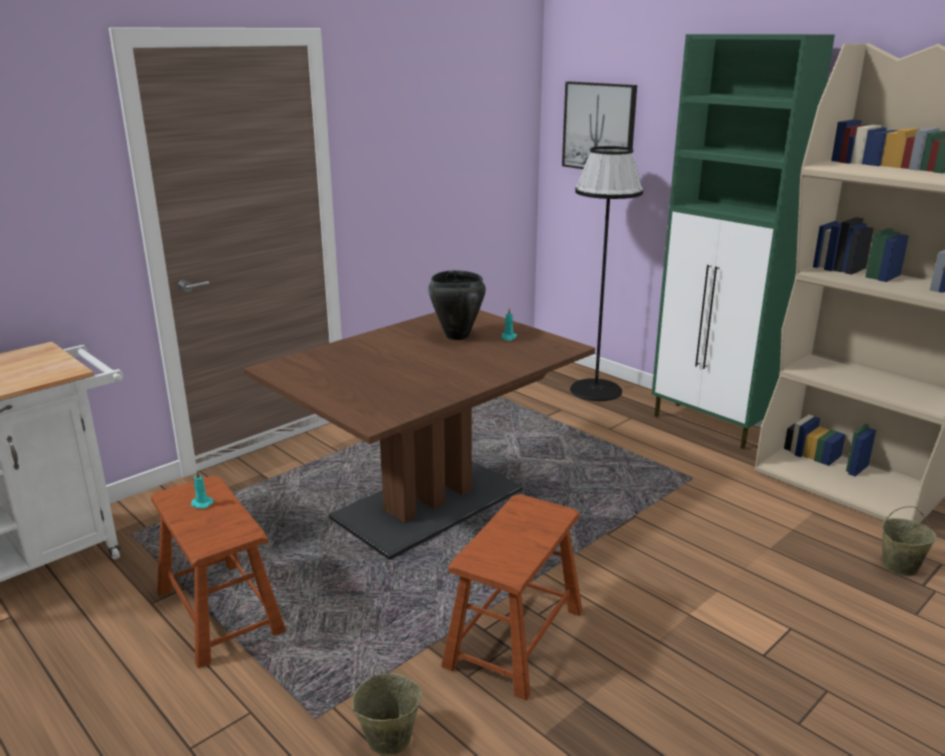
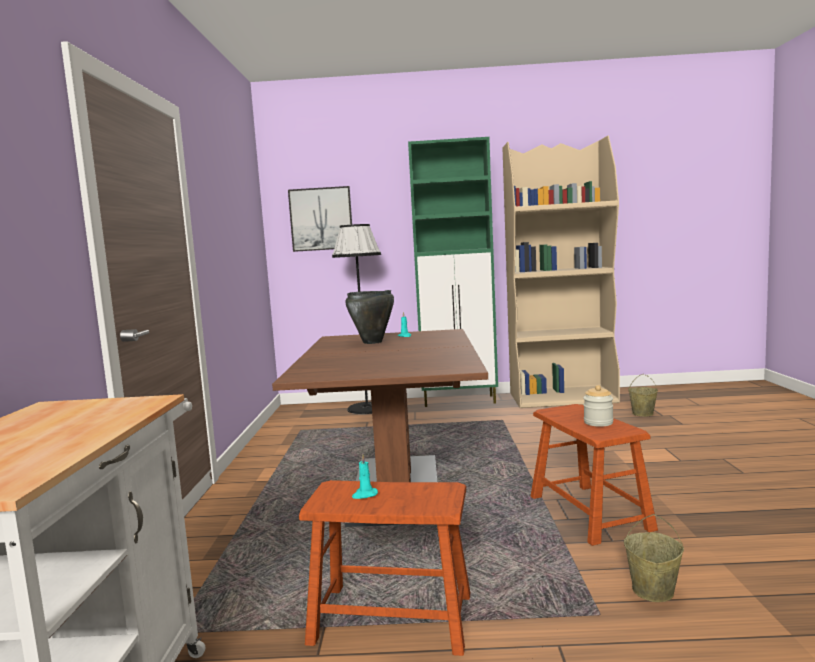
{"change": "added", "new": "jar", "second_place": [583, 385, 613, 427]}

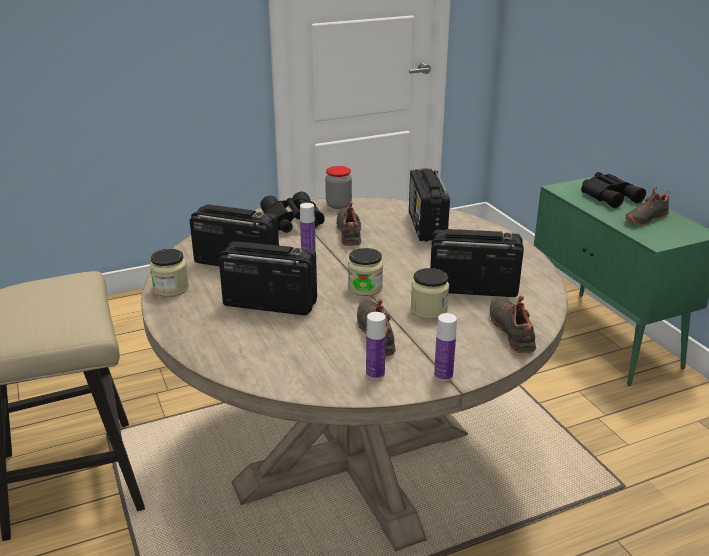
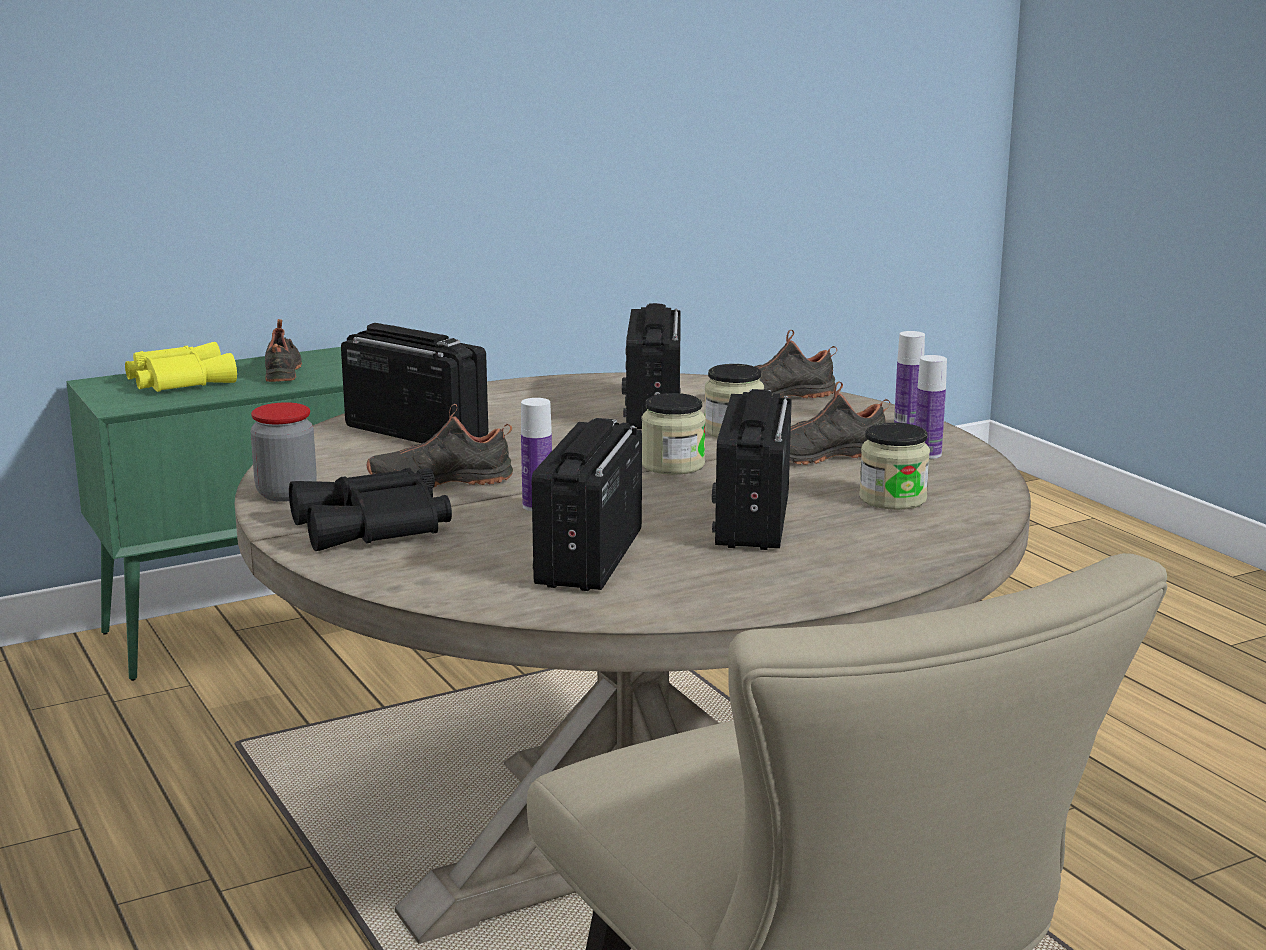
{"change": "recoloured", "old": "binoculars/black", "new": "binoculars/yellow", "first_place": [581, 172, 646, 208], "second_place": [125, 342, 237, 392]}
{"change": "turned", "old": "shoe/black", "first_place": [626, 187, 671, 225], "second_place": [265, 319, 302, 382], "degrees": -150}
{"change": "turned", "old": "radio", "first_place": [409, 168, 450, 242], "second_place": [341, 323, 488, 443], "degrees": -135}
{"change": "moved", "old": "jar", "first_place": [150, 249, 189, 297], "second_place": [859, 423, 930, 510]}

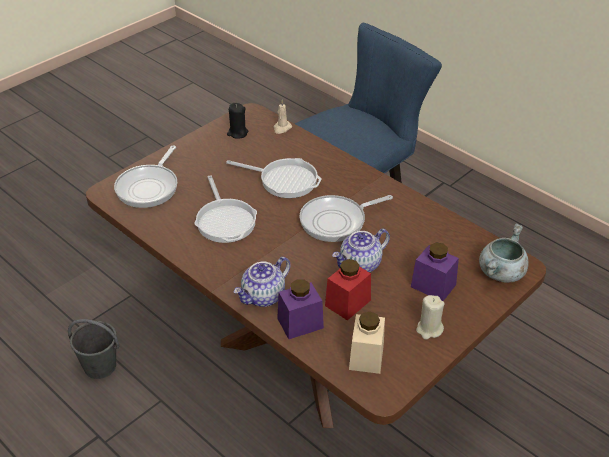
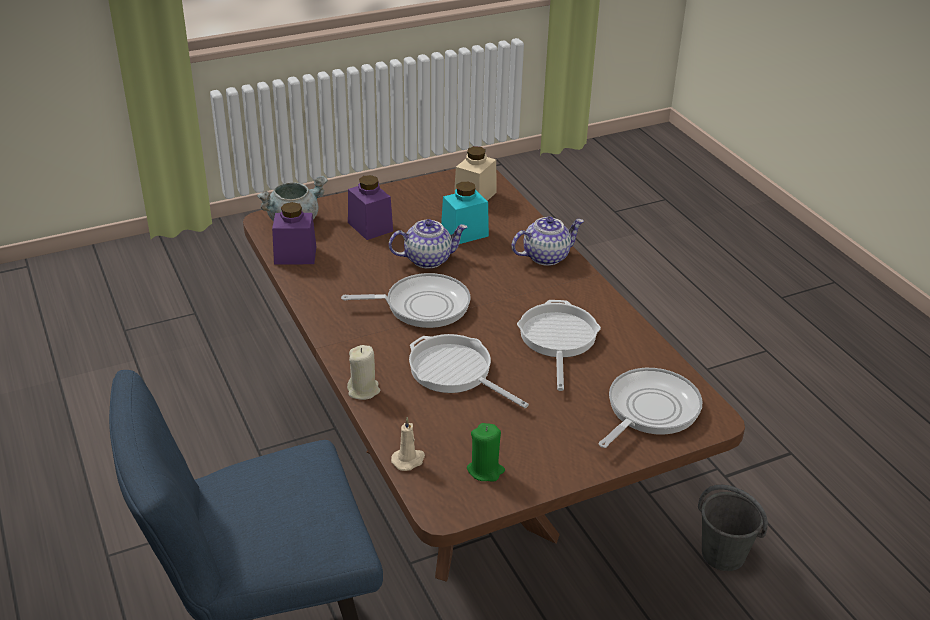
{"change": "moved", "old": "jar/purple", "first_place": [277, 279, 324, 339], "second_place": [272, 202, 316, 265]}
{"change": "moved", "old": "candle/beige", "first_place": [416, 295, 444, 340], "second_place": [347, 345, 380, 400]}
{"change": "recoloured", "old": "jar/red", "new": "jar/turquoise", "first_place": [325, 259, 371, 320], "second_place": [441, 182, 489, 244]}
{"change": "recoloured", "old": "candle/black", "new": "candle/green", "first_place": [227, 103, 248, 139], "second_place": [467, 423, 505, 481]}

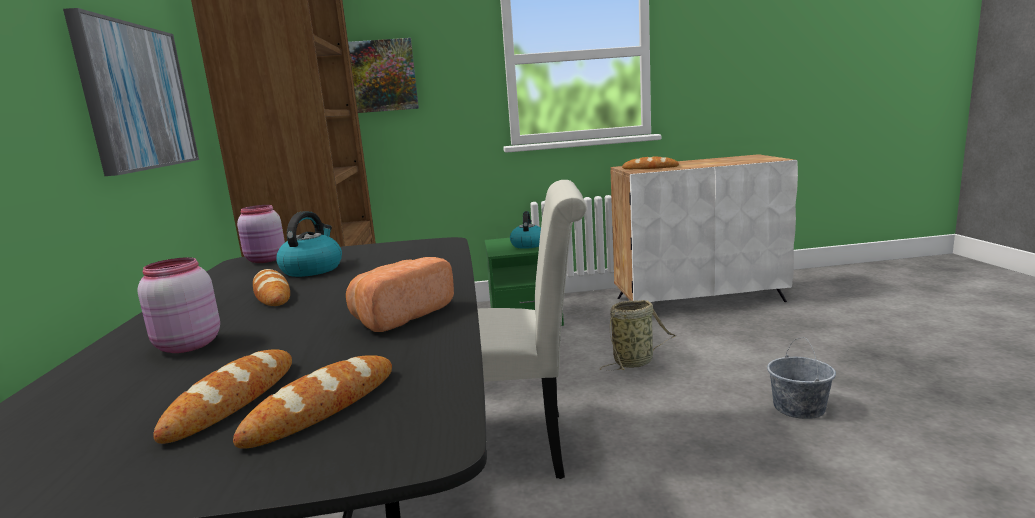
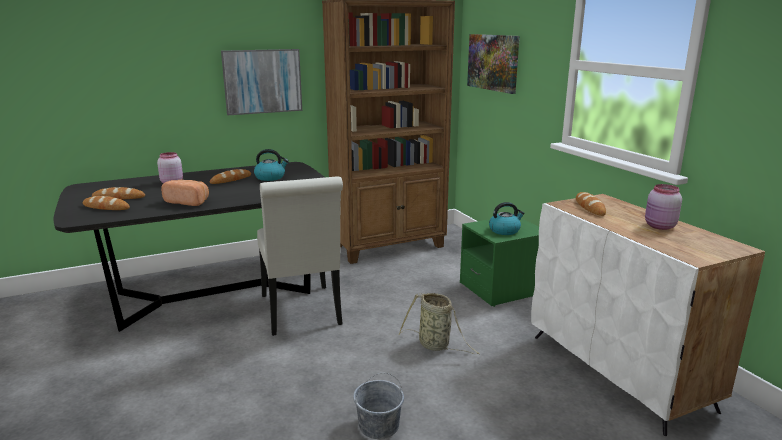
{"change": "moved", "old": "jar/pink", "first_place": [237, 205, 285, 263], "second_place": [645, 184, 682, 230]}

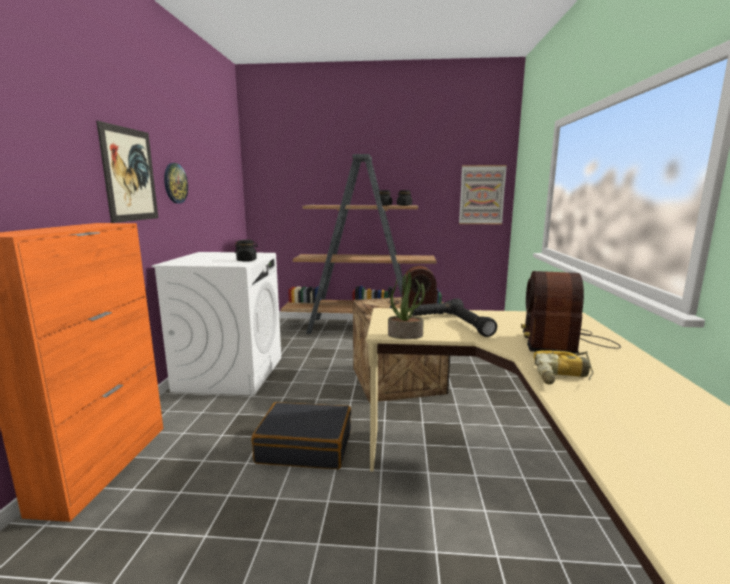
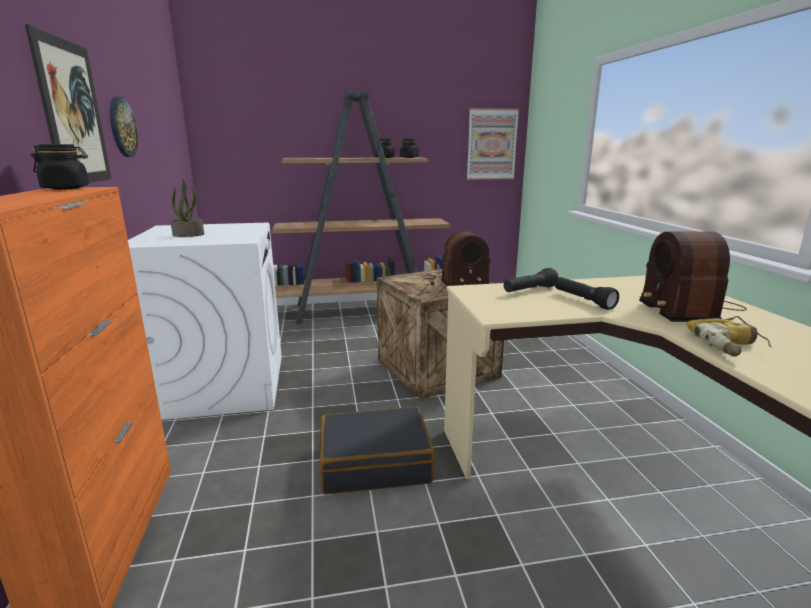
{"change": "moved", "old": "jar/black", "first_place": [235, 240, 258, 262], "second_place": [31, 144, 89, 190]}
{"change": "moved", "old": "potted plant", "first_place": [388, 272, 425, 339], "second_place": [170, 179, 204, 237]}

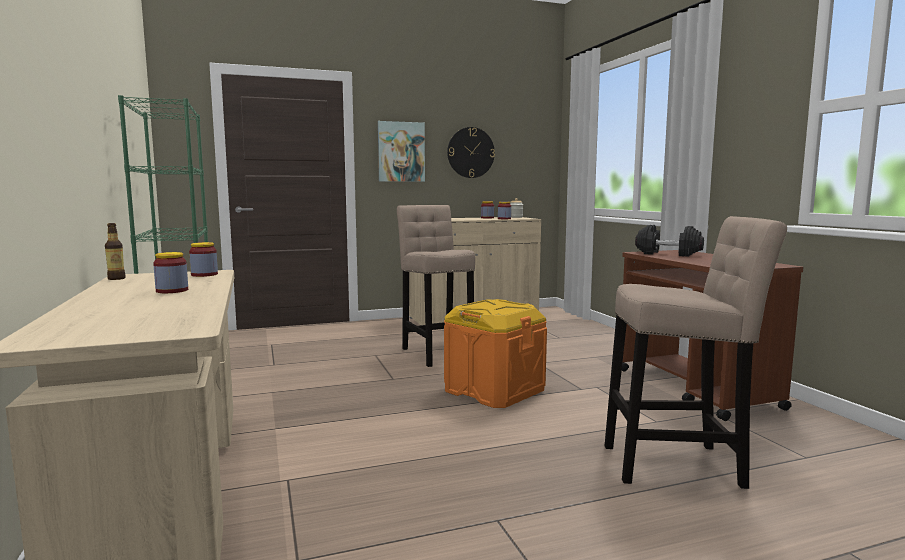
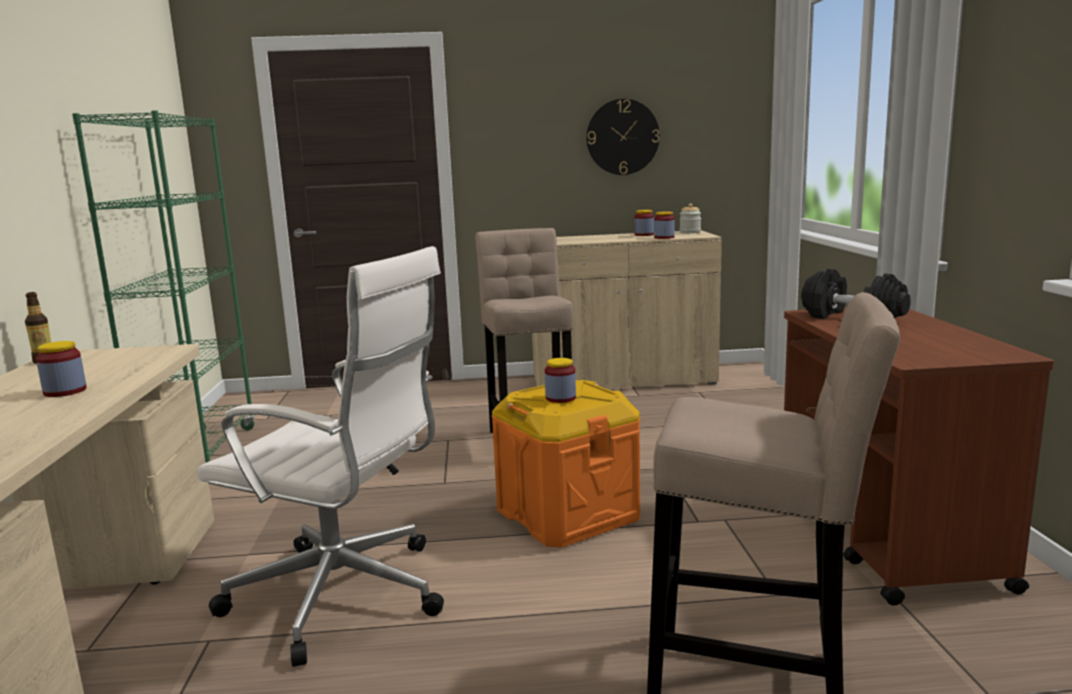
{"change": "added", "new": "office chair/white", "second_place": [197, 246, 444, 667]}
{"change": "moved", "old": "jar", "first_place": [189, 242, 218, 277], "second_place": [545, 358, 576, 403]}
{"change": "removed", "old": "picture", "first_place": [378, 121, 425, 182]}

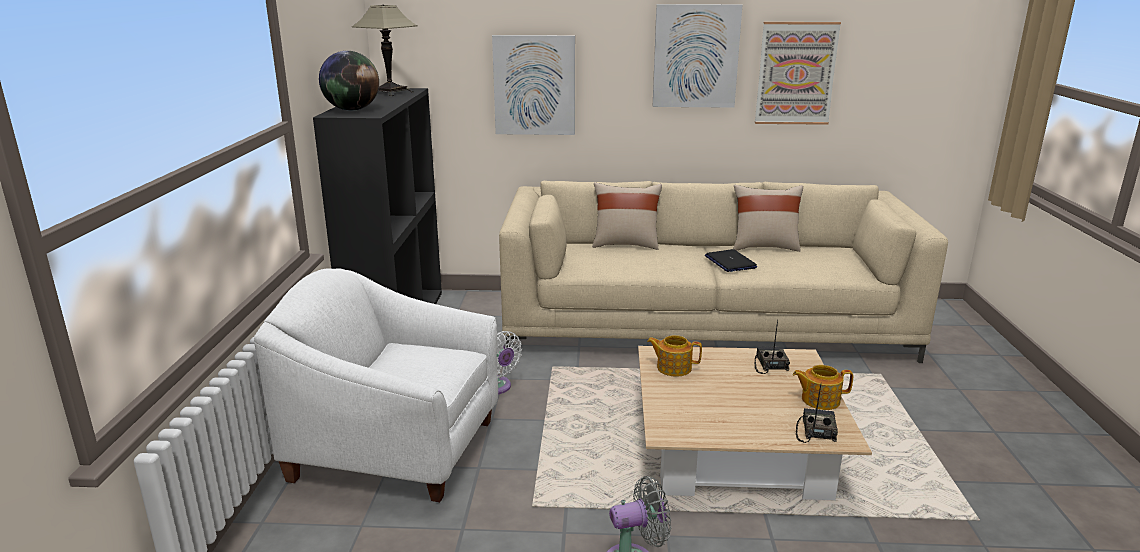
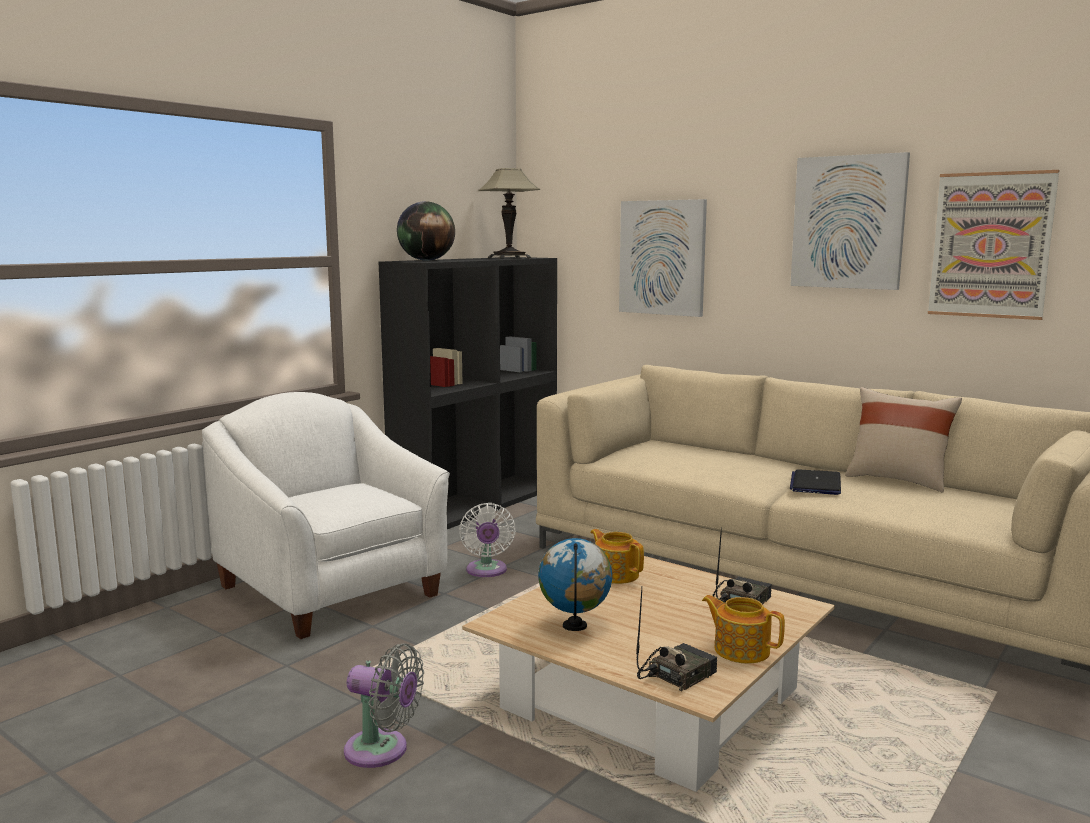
{"change": "added", "new": "globe", "second_place": [538, 538, 612, 631]}
{"change": "removed", "old": "pillow/beige", "first_place": [592, 182, 662, 250]}

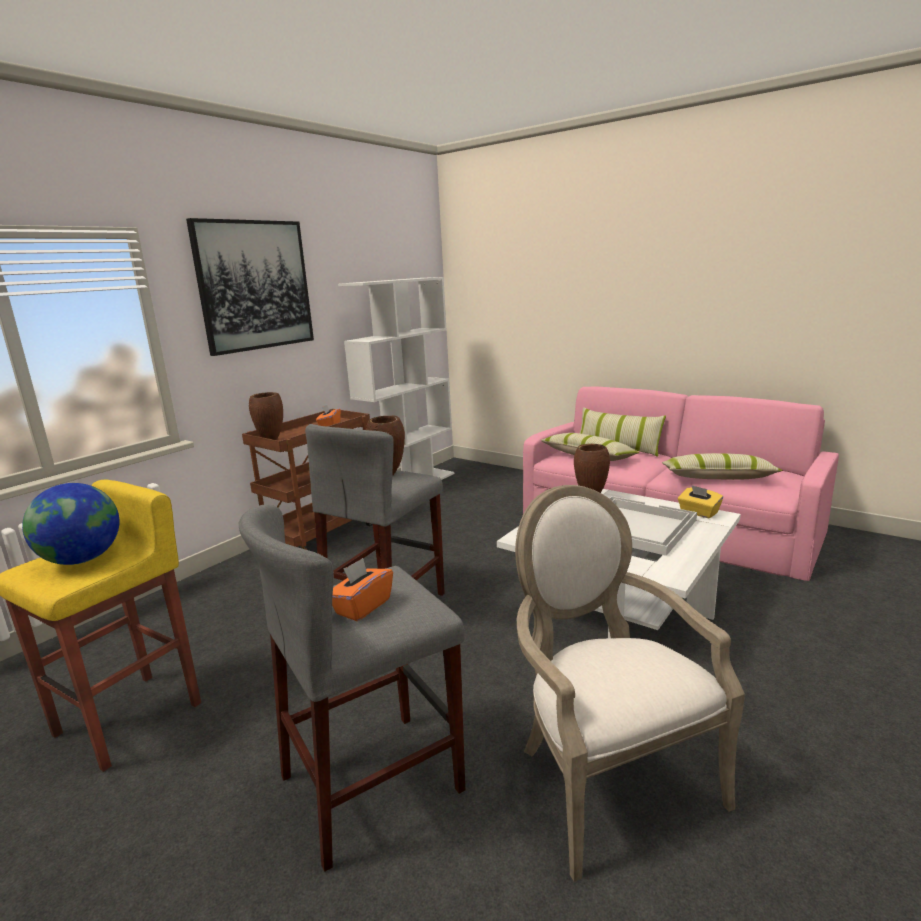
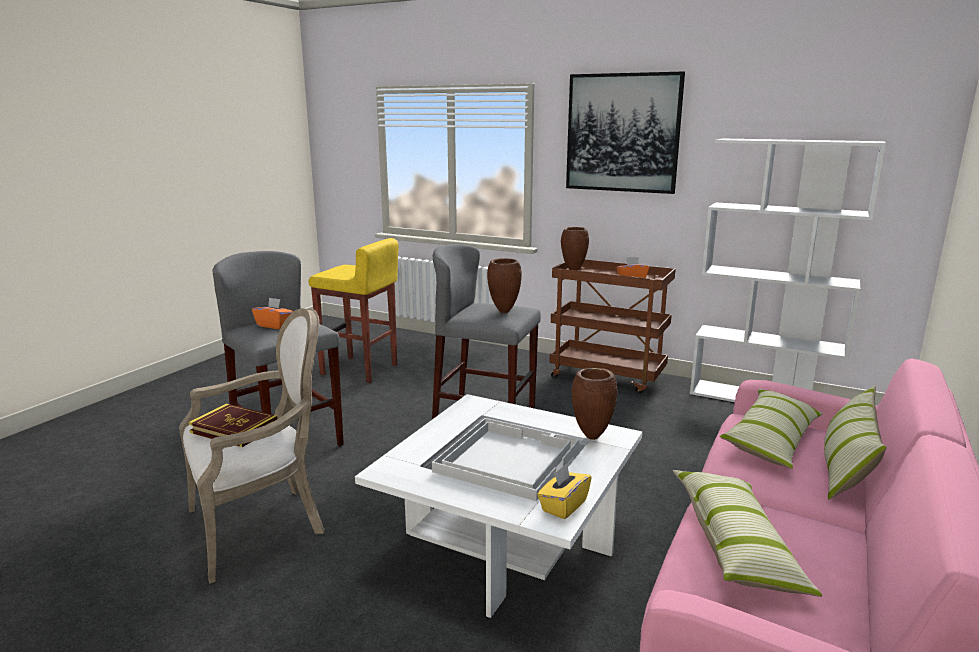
{"change": "added", "new": "book", "second_place": [188, 403, 278, 447]}
{"change": "removed", "old": "globe", "first_place": [22, 483, 120, 565]}

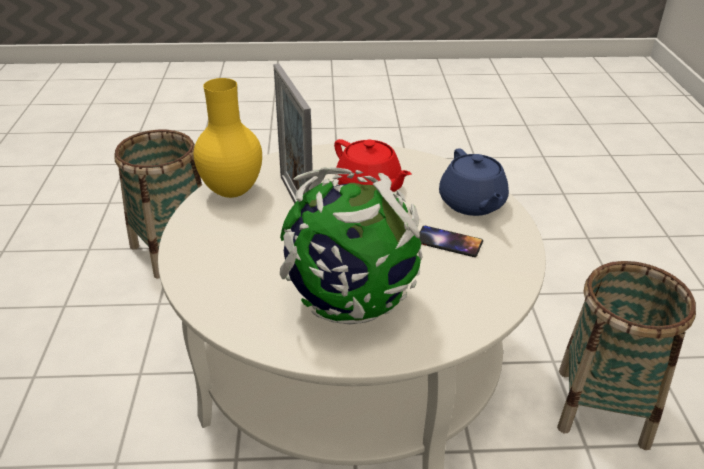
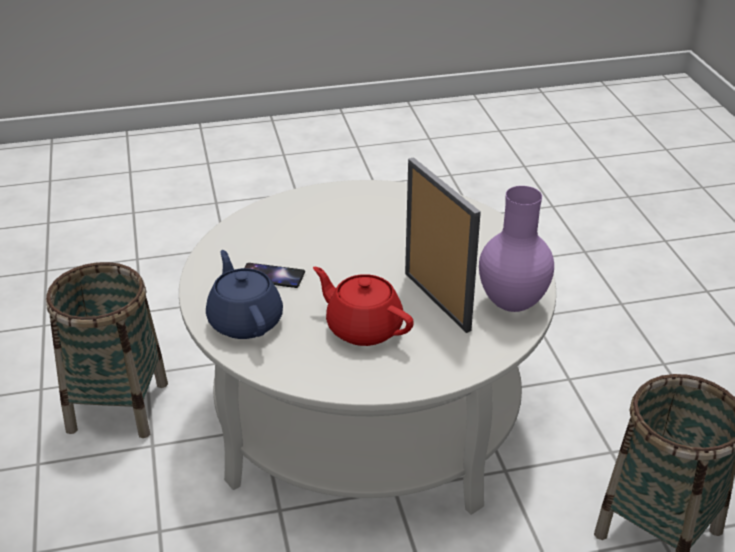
{"change": "recoloured", "old": "vase/yellow", "new": "vase/purple", "first_place": [194, 78, 262, 198], "second_place": [479, 186, 554, 312]}
{"change": "removed", "old": "globe", "first_place": [280, 167, 423, 324]}

